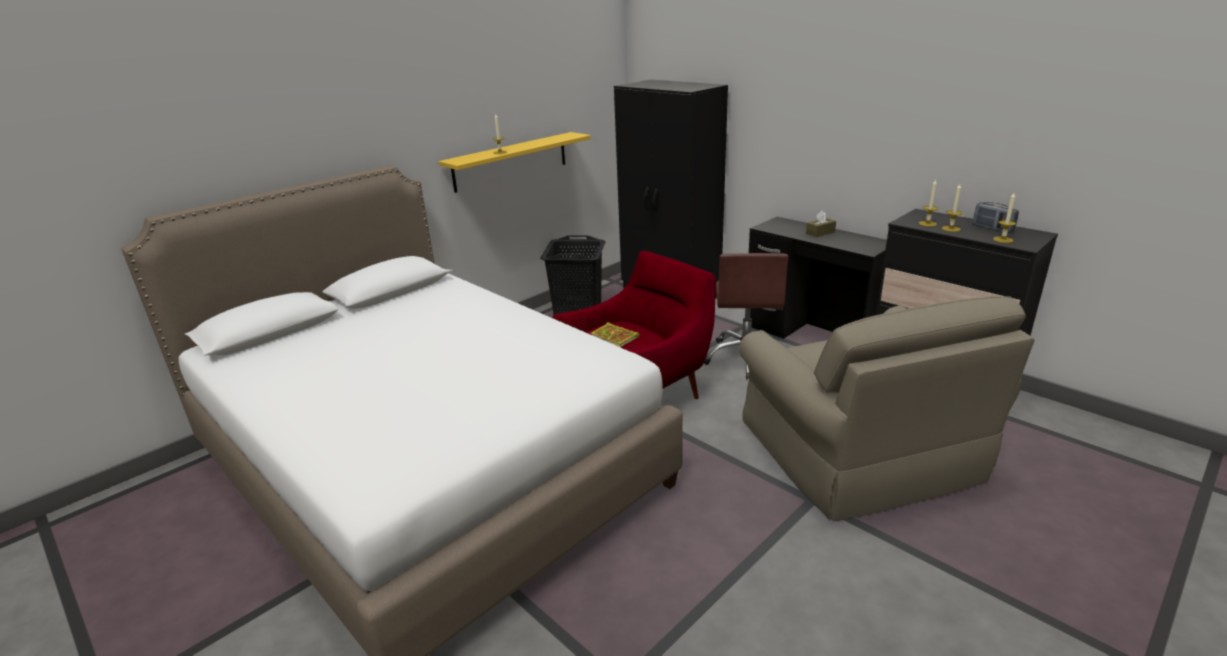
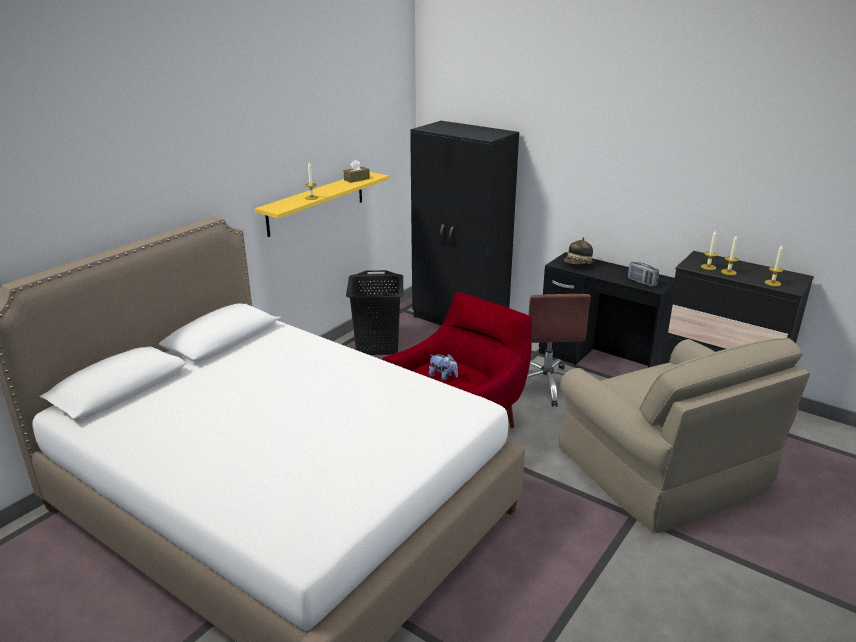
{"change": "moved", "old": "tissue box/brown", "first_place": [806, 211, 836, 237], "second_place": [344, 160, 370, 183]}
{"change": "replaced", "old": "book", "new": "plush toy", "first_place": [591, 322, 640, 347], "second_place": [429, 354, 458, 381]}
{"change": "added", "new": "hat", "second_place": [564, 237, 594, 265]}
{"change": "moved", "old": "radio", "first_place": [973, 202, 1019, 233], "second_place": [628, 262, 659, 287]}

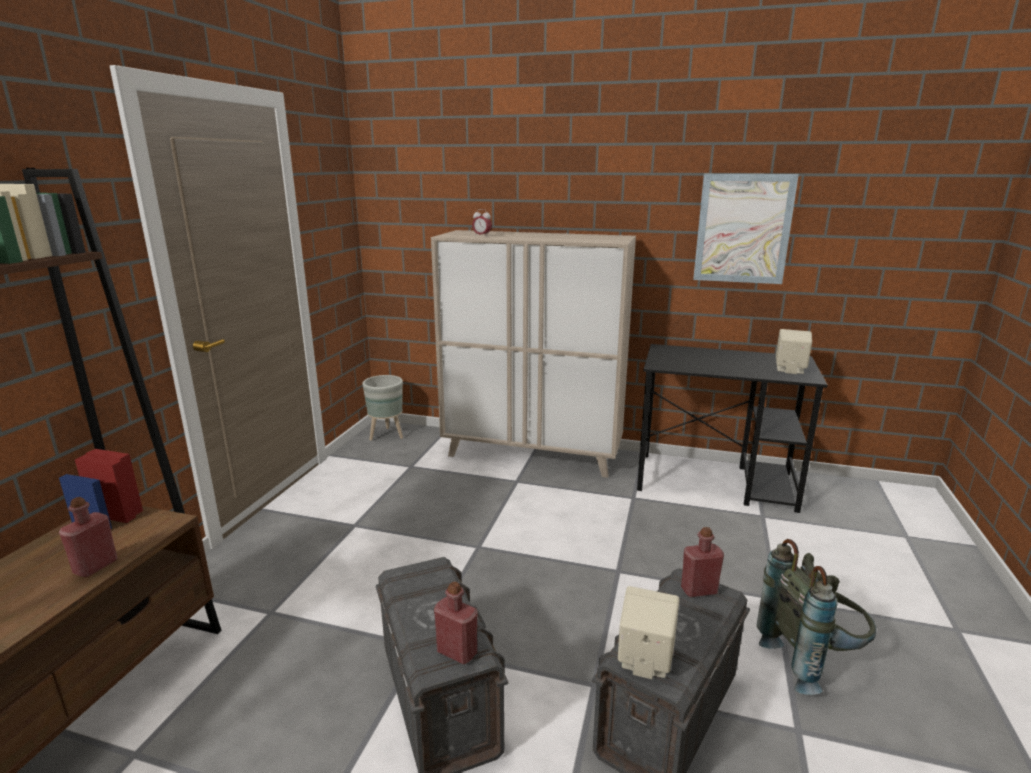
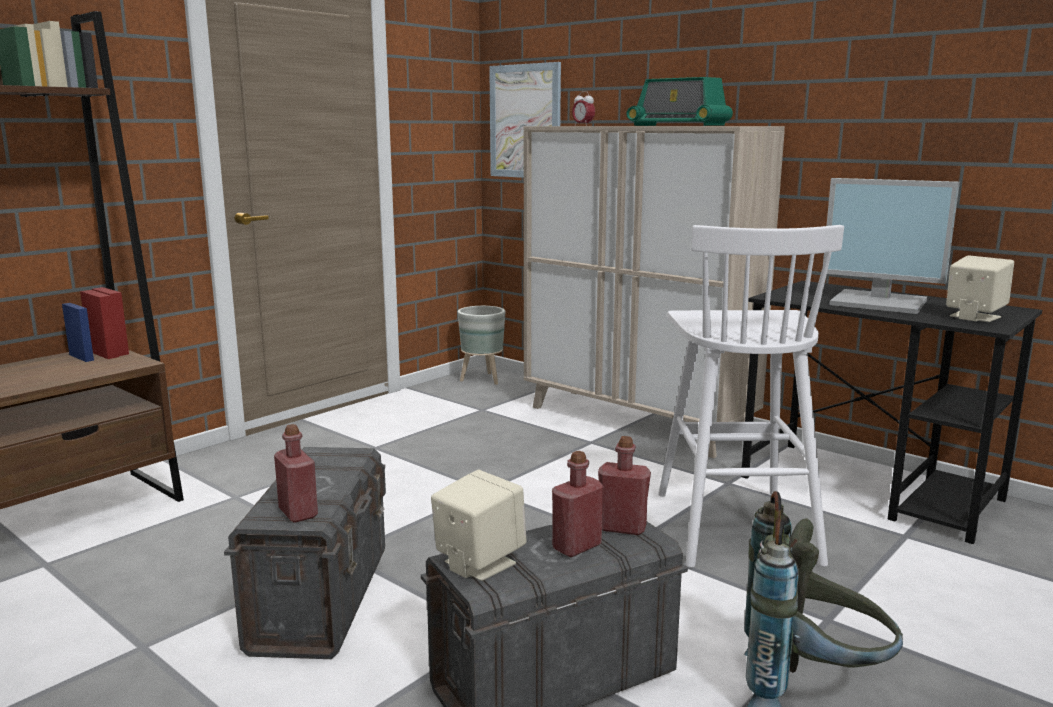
{"change": "moved", "old": "picture", "first_place": [693, 174, 799, 284], "second_place": [489, 62, 561, 178]}
{"change": "moved", "old": "bottle/red", "first_place": [59, 497, 117, 577], "second_place": [552, 451, 603, 557]}
{"change": "added", "new": "radio", "second_place": [626, 77, 733, 126]}
{"change": "added", "new": "stool/white", "second_place": [658, 225, 844, 568]}
{"change": "added", "new": "monitor", "second_place": [823, 178, 960, 314]}

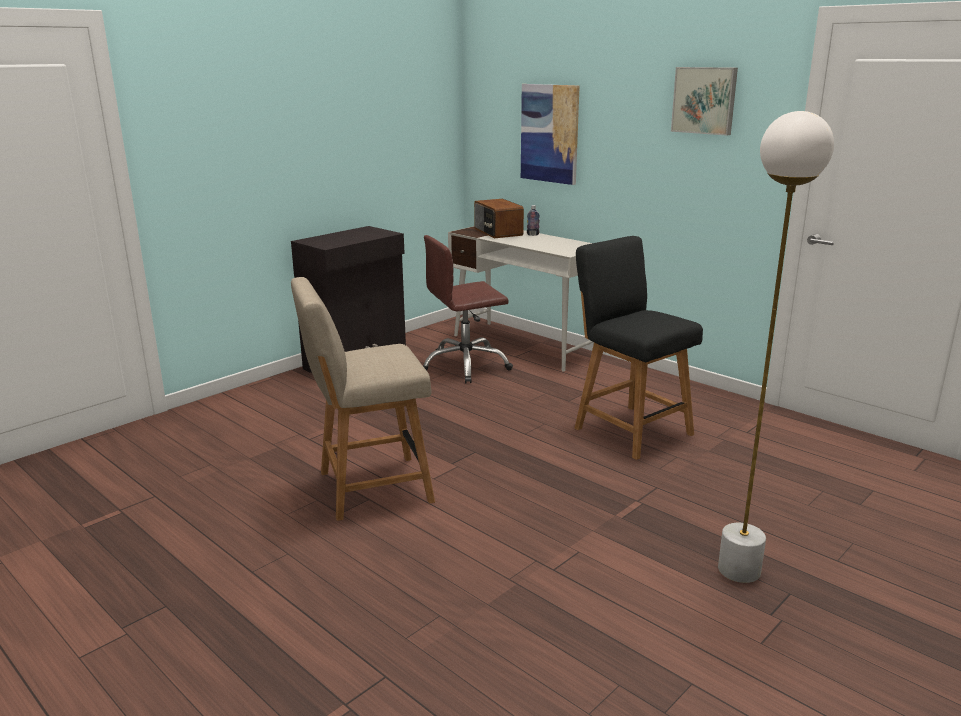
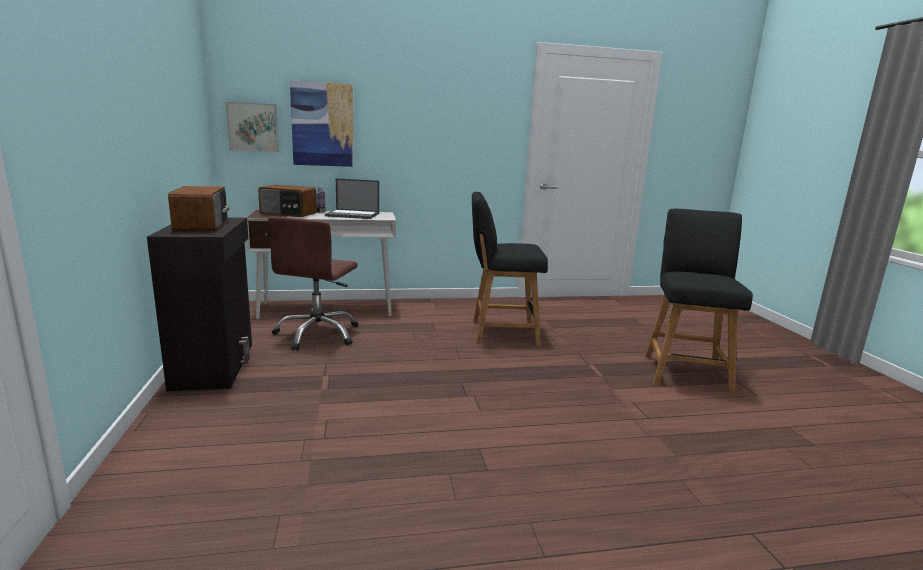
{"change": "added", "new": "radio", "second_place": [168, 186, 229, 231]}
{"change": "moved", "old": "picture", "first_place": [671, 67, 738, 136], "second_place": [226, 102, 279, 152]}
{"change": "added", "new": "laptop", "second_place": [325, 178, 379, 219]}
{"change": "replaced", "old": "floor lamp/white", "new": "chair/black", "first_place": [718, 111, 834, 583], "second_place": [645, 209, 753, 396]}
{"change": "removed", "old": "chair/beige", "first_place": [291, 277, 435, 521]}

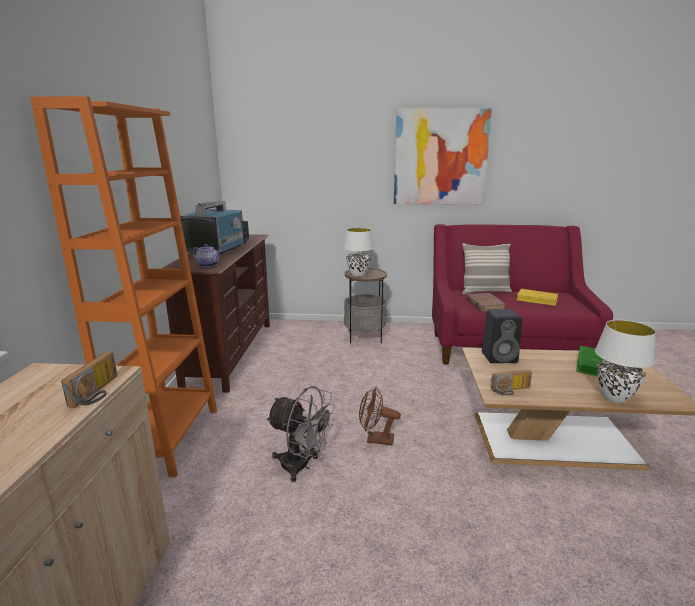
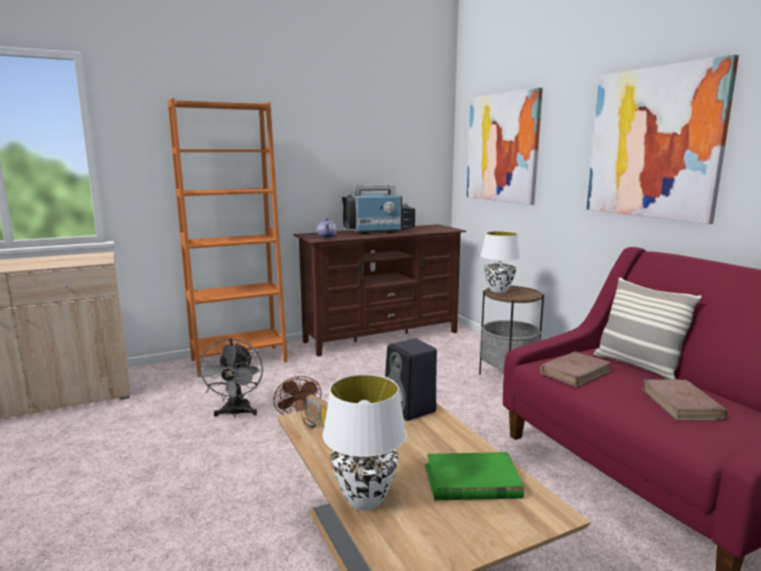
{"change": "added", "new": "picture", "second_place": [467, 88, 543, 205]}
{"change": "recoloured", "old": "book/yellow", "new": "book/brown", "first_place": [516, 289, 558, 306], "second_place": [641, 379, 728, 421]}
{"change": "removed", "old": "radio", "first_place": [61, 351, 118, 408]}

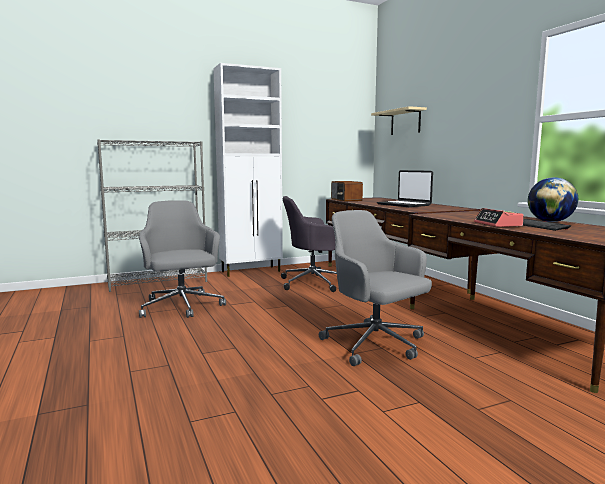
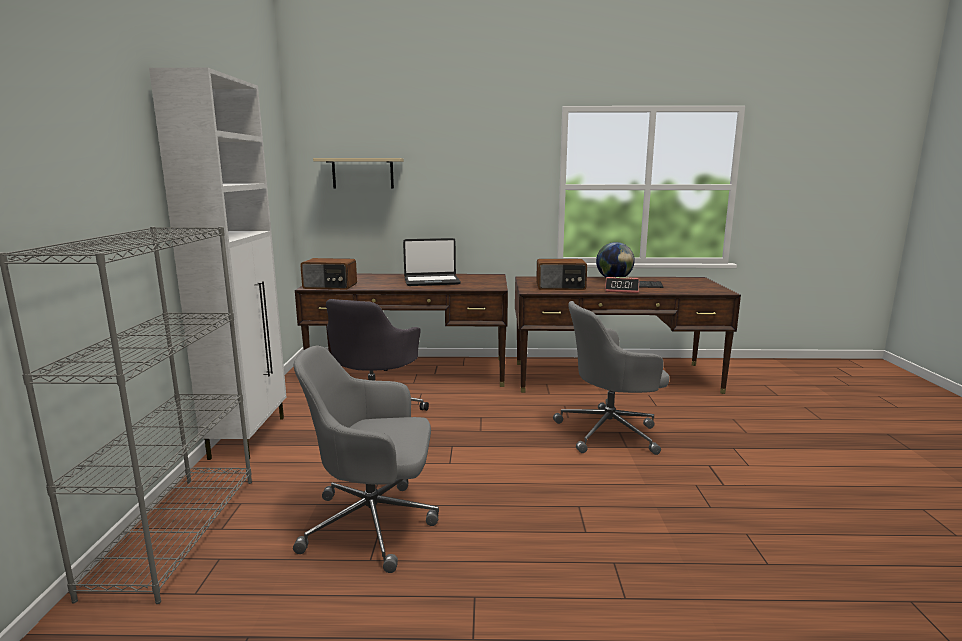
{"change": "added", "new": "radio", "second_place": [536, 259, 587, 290]}

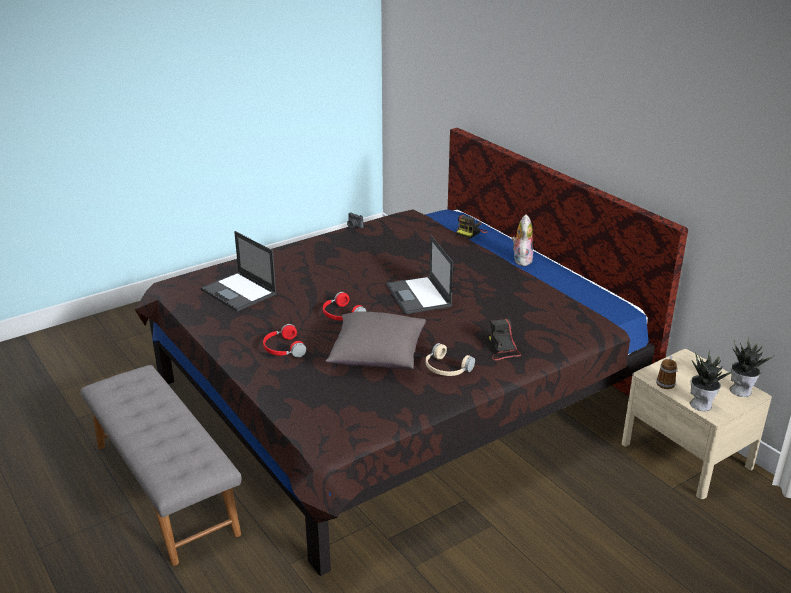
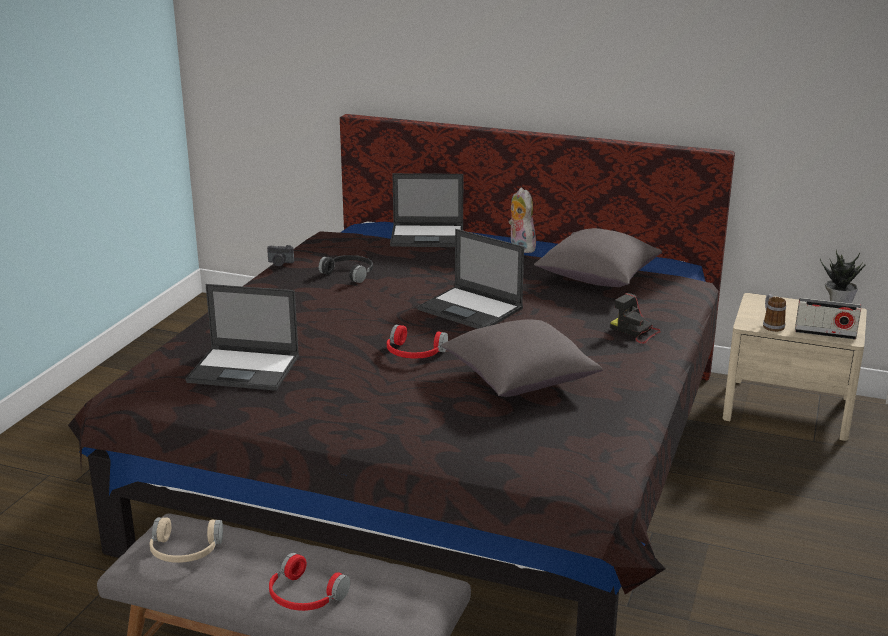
{"change": "moved", "old": "headphones/beige", "first_place": [426, 343, 475, 376], "second_place": [149, 517, 223, 563]}
{"change": "moved", "old": "headphones/red", "first_place": [263, 324, 306, 357], "second_place": [269, 553, 350, 611]}
{"change": "added", "new": "headphones/black", "second_place": [319, 255, 373, 283]}
{"change": "replaced", "old": "photo camera", "new": "laptop", "first_place": [456, 215, 488, 239], "second_place": [390, 173, 464, 247]}
{"change": "added", "new": "pillow/grey", "second_place": [534, 228, 662, 287]}
{"change": "replaced", "old": "potted plant", "new": "radio", "first_place": [690, 350, 734, 411], "second_place": [795, 298, 861, 340]}

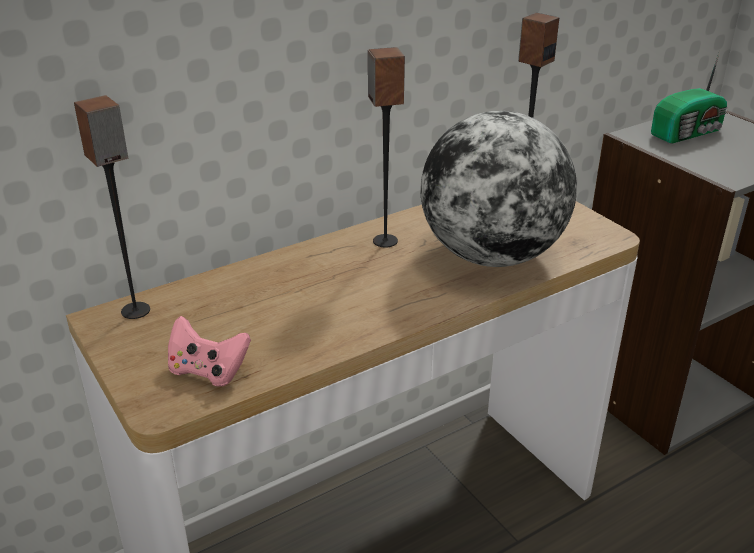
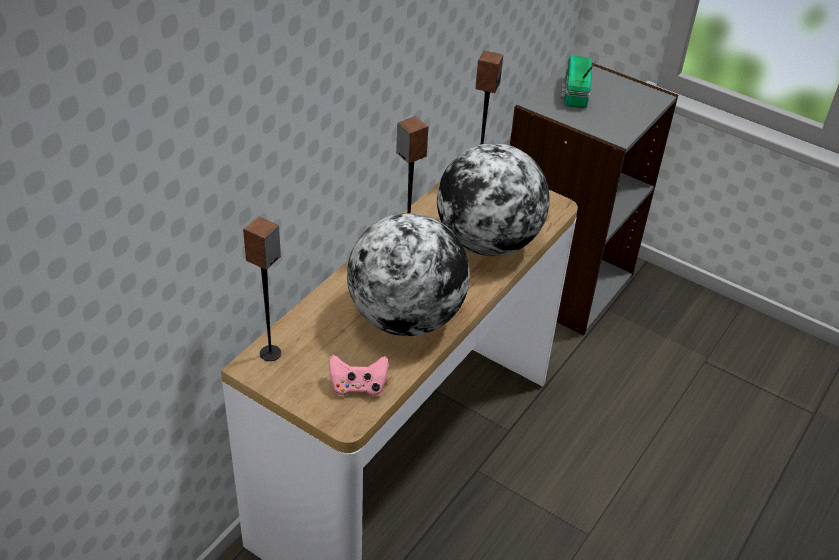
{"change": "added", "new": "globe", "second_place": [347, 213, 470, 336]}
{"change": "turned", "old": "radio", "first_place": [651, 51, 728, 143], "second_place": [561, 56, 596, 108], "degrees": 150}

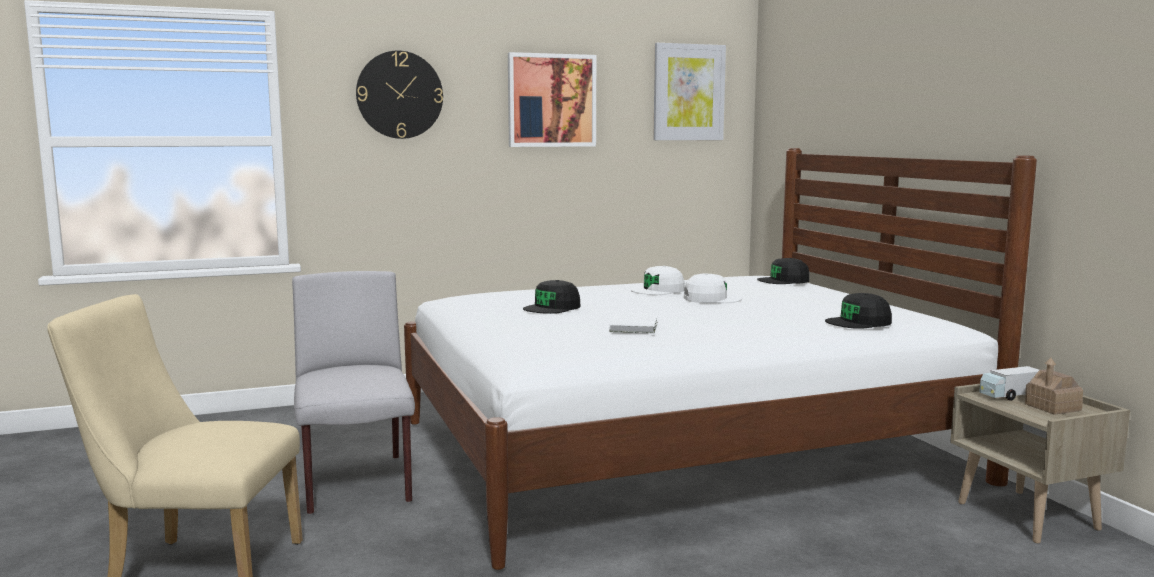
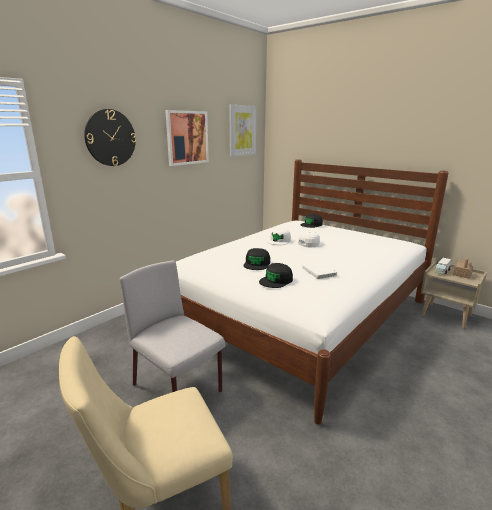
{"change": "moved", "old": "cap/black", "first_place": [825, 293, 892, 329], "second_place": [259, 263, 293, 288]}

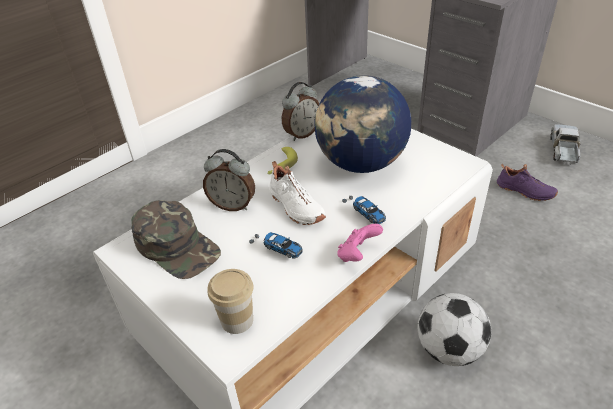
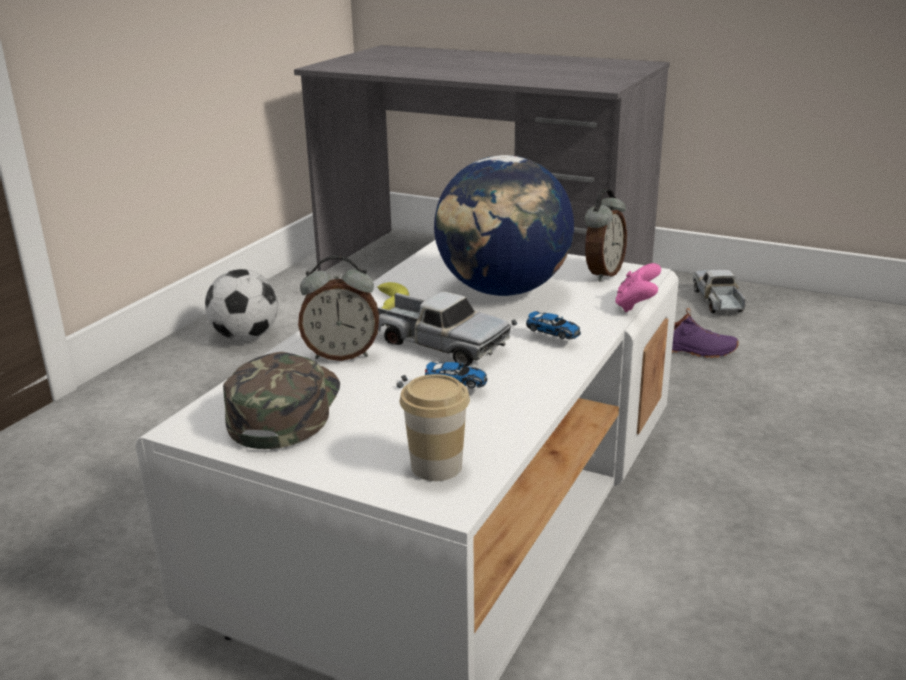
{"change": "moved", "old": "football", "first_place": [418, 293, 491, 366], "second_place": [205, 269, 278, 341]}
{"change": "turned", "old": "cap/green", "first_place": [131, 200, 221, 279], "second_place": [223, 352, 340, 449], "degrees": -105}
{"change": "replaced", "old": "shoe/white", "new": "toy truck", "first_place": [269, 161, 326, 225], "second_place": [378, 292, 511, 366]}
{"change": "moved", "old": "alarm clock", "first_place": [282, 82, 319, 141], "second_place": [585, 189, 627, 281]}
{"change": "moved", "old": "game controller/pink", "first_place": [337, 224, 383, 262], "second_place": [615, 263, 661, 312]}

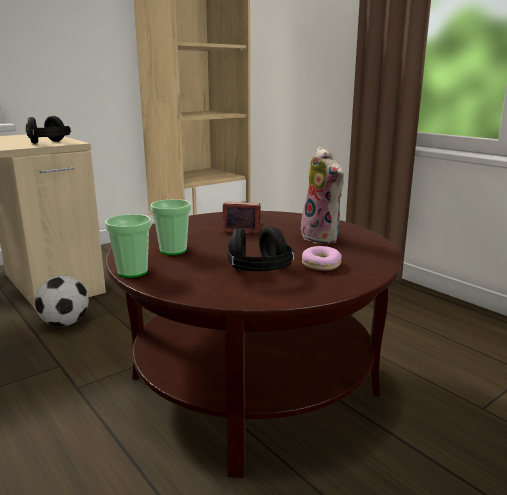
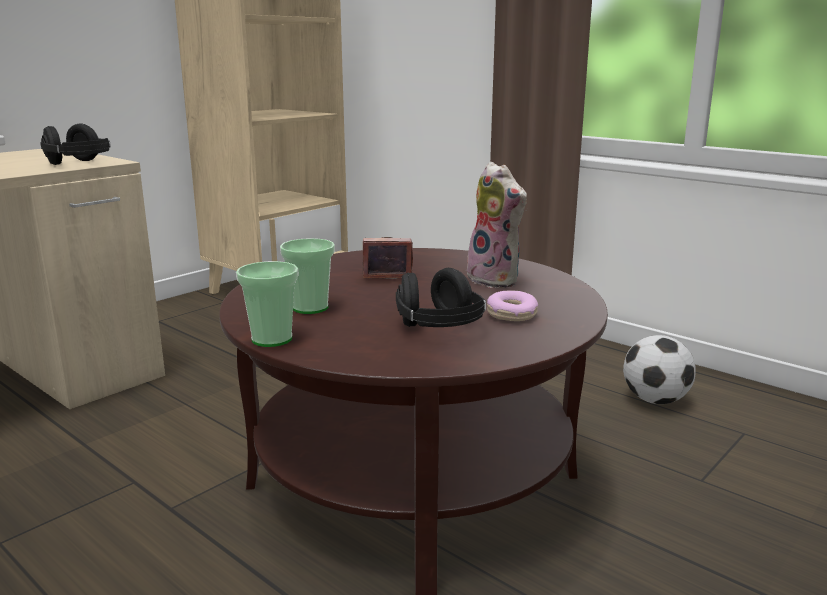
{"change": "moved", "old": "football", "first_place": [35, 275, 89, 326], "second_place": [623, 335, 696, 404]}

